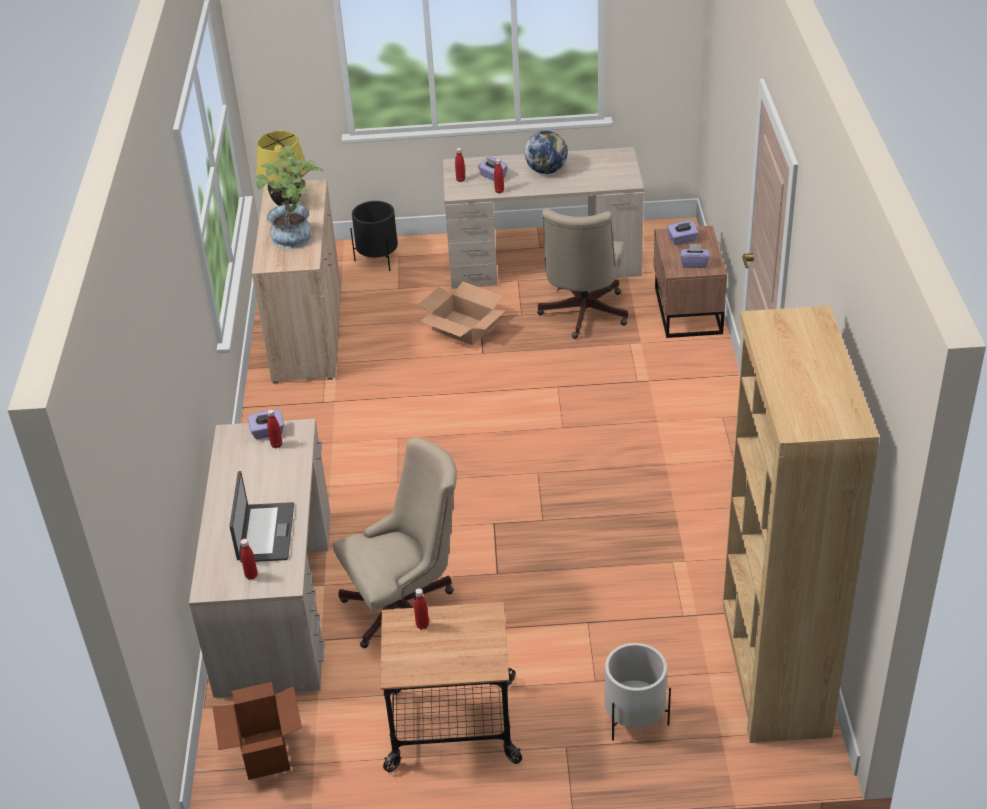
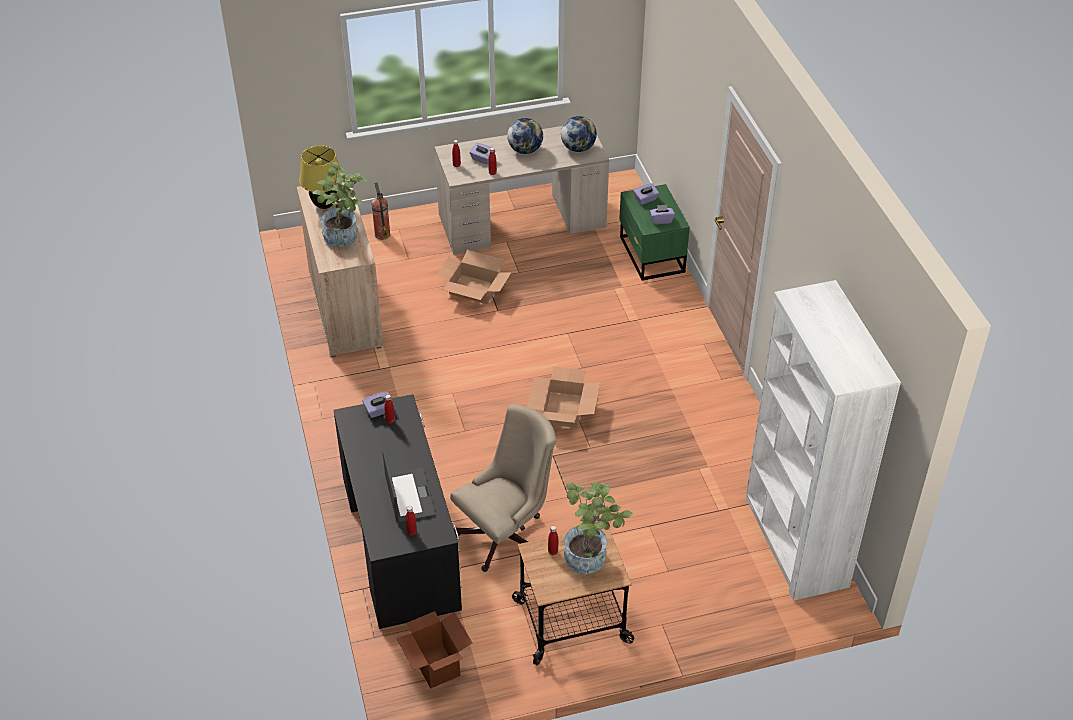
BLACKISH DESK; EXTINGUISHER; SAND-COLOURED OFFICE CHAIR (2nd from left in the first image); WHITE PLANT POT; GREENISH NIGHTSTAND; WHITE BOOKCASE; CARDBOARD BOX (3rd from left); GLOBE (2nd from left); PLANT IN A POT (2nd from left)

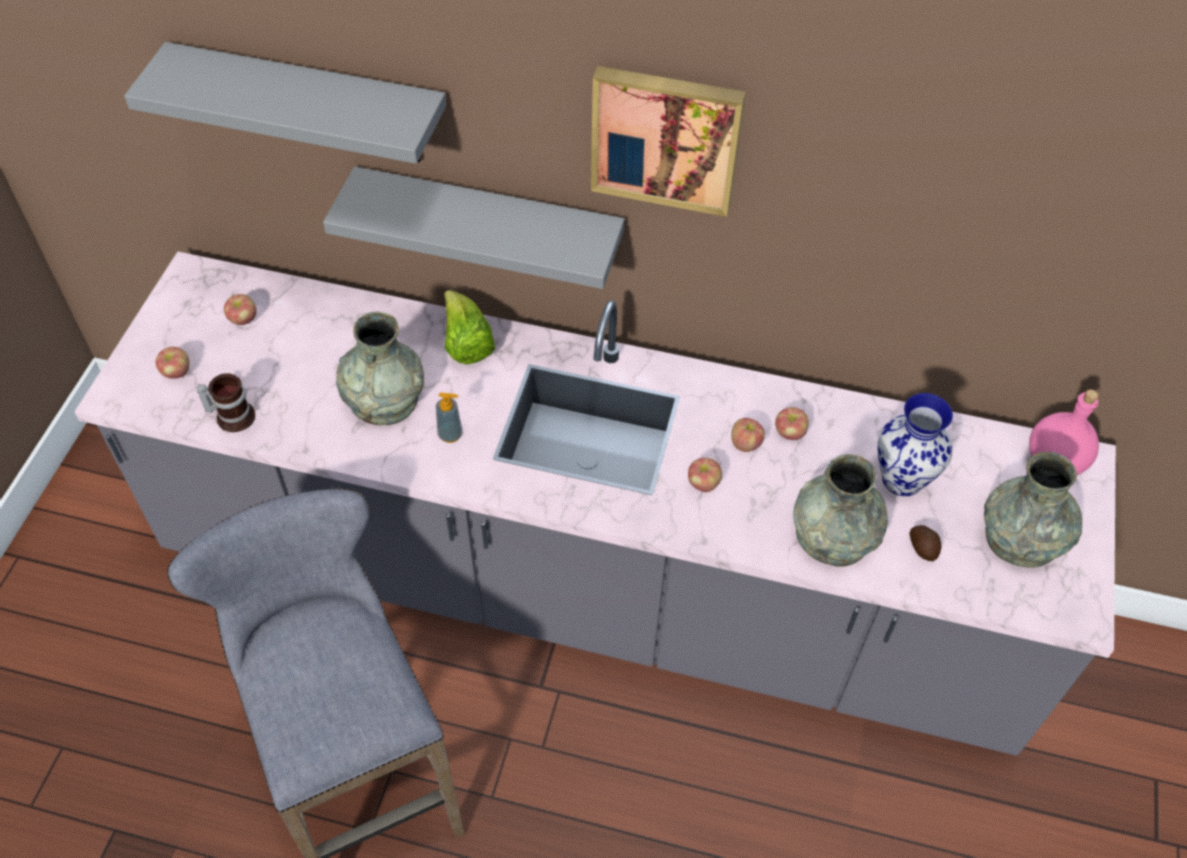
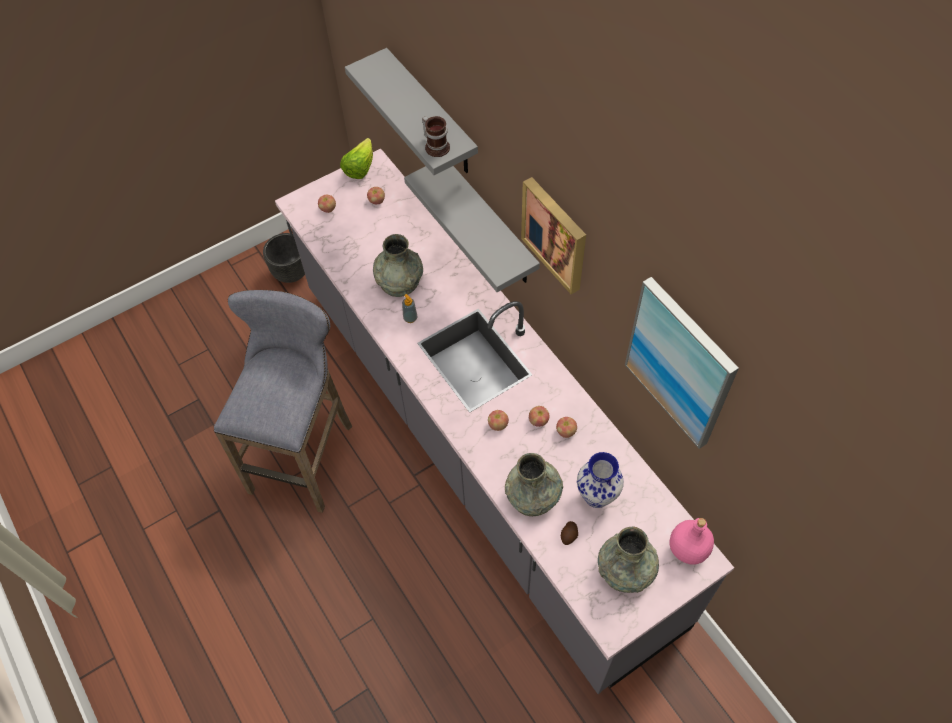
COFFEE MUG; HEAD OF LETTUCE; BLACKISH PLANT POT; PICTURE (2nd from left)

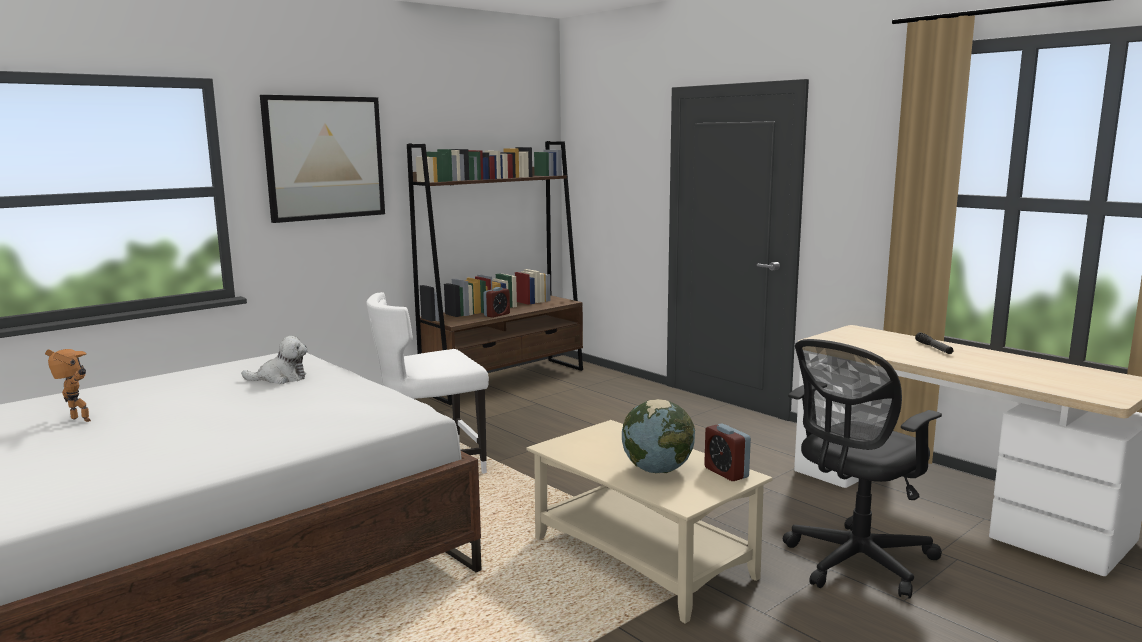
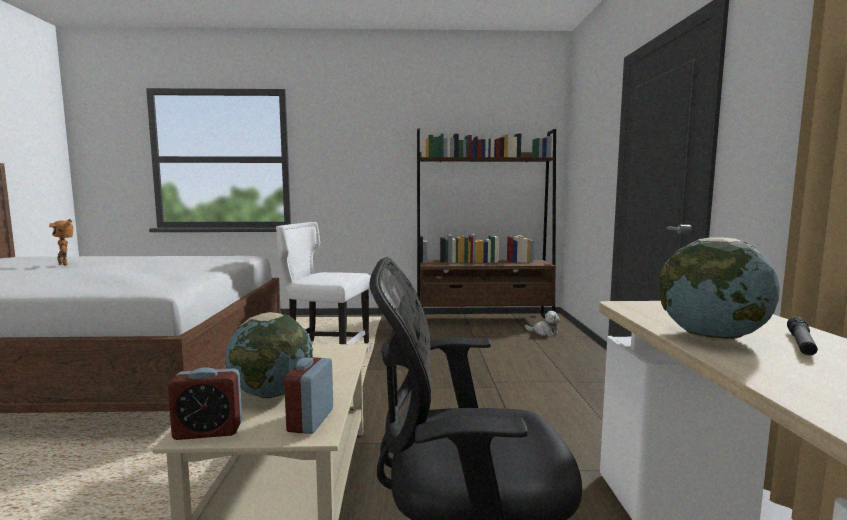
TOY ROBOT; CUDDLY TOY; PICTURE; ALARM CLOCK (1st from left); GLOBE (2nd from left)

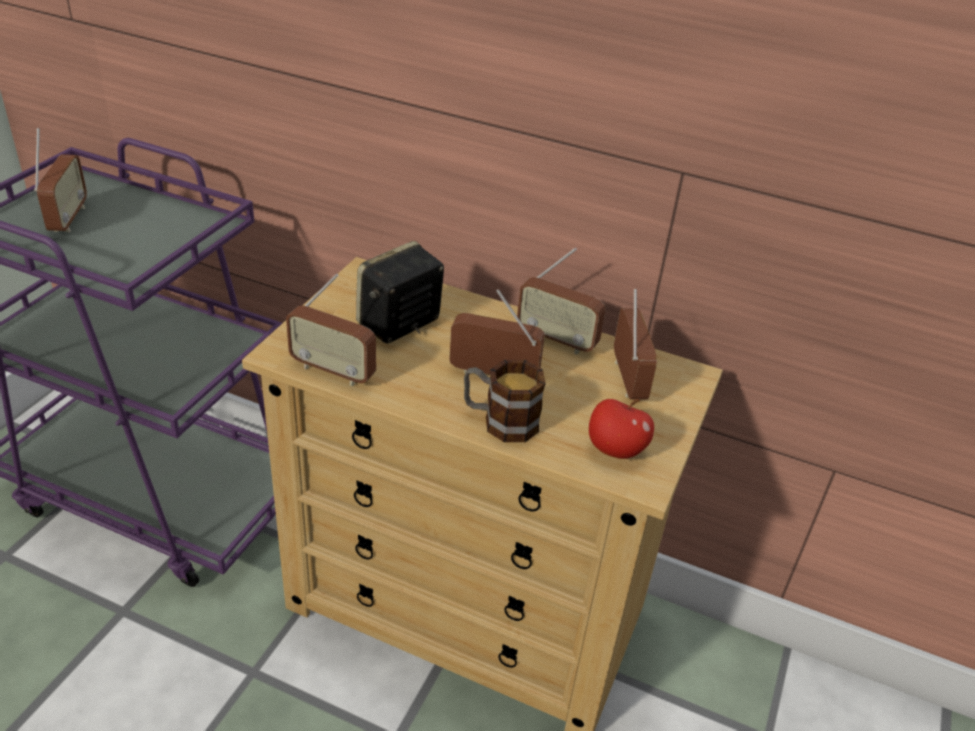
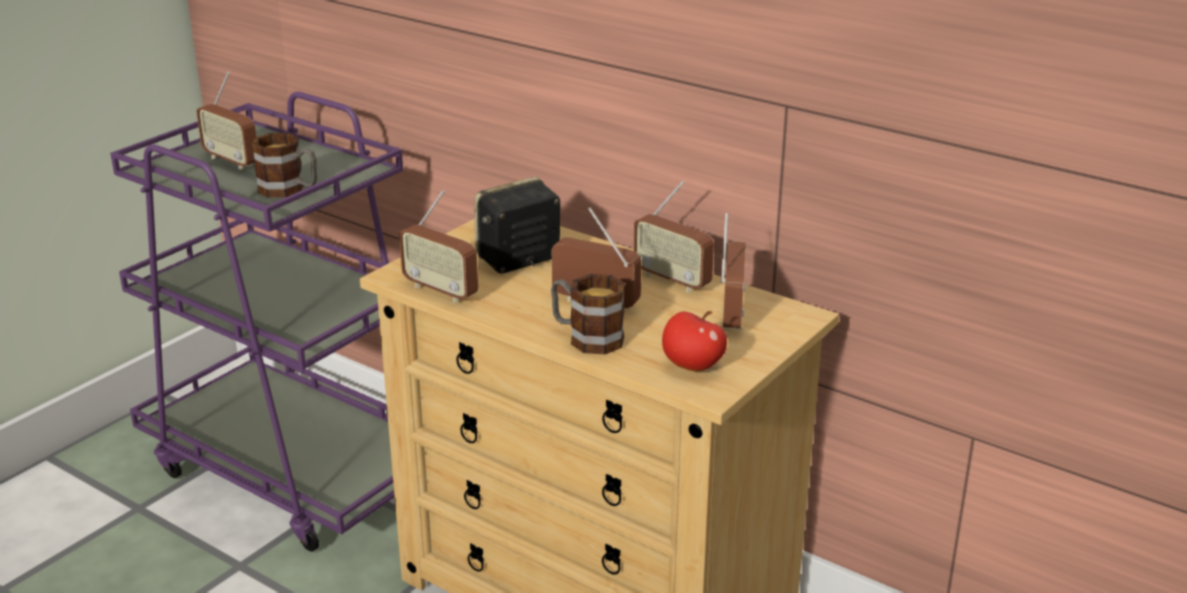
RADIO (1st from left); COFFEE MUG (1st from left)

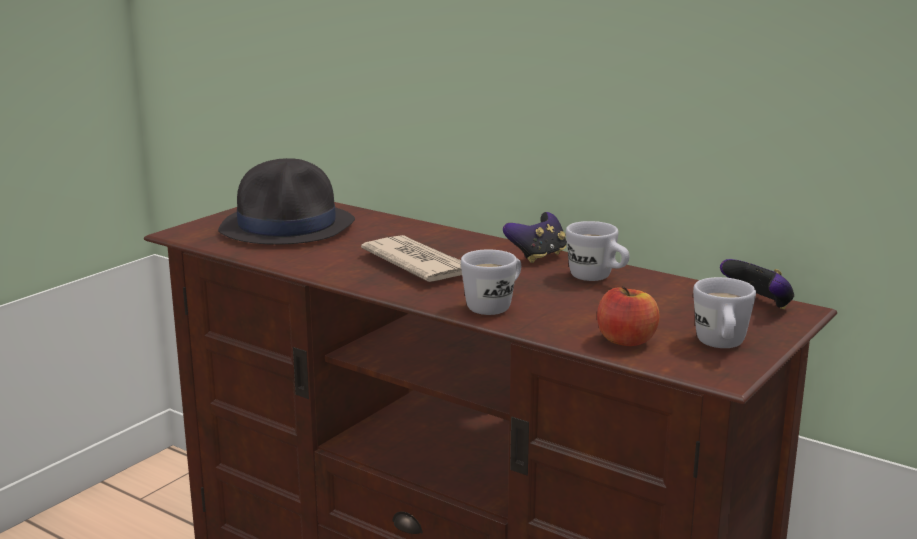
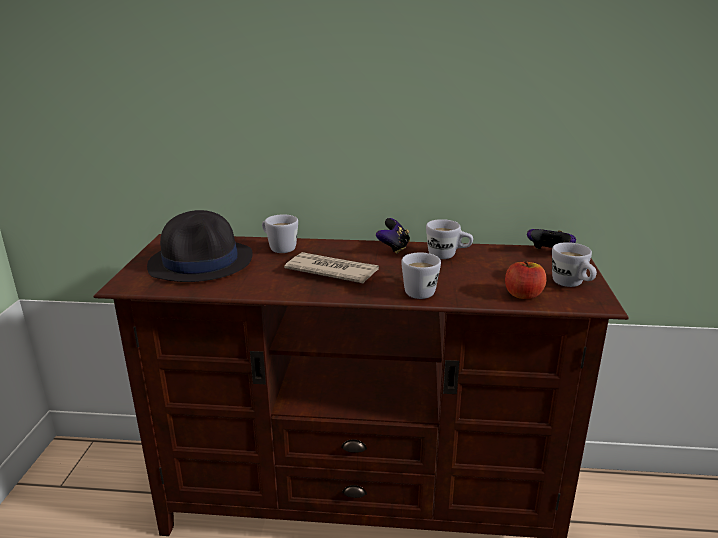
WHITE COFFEE MUG (1st from left)

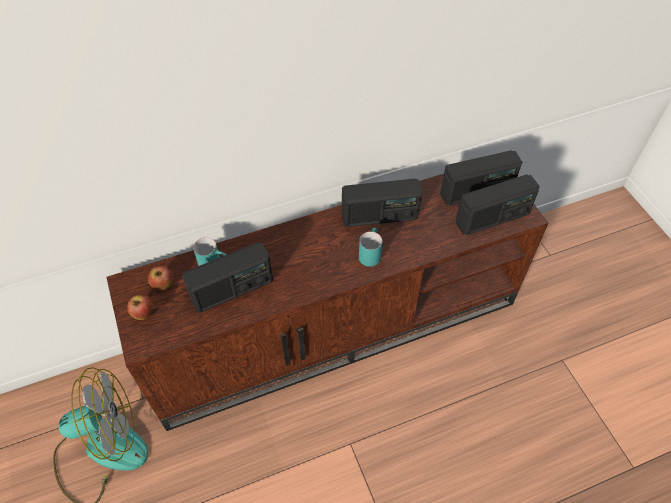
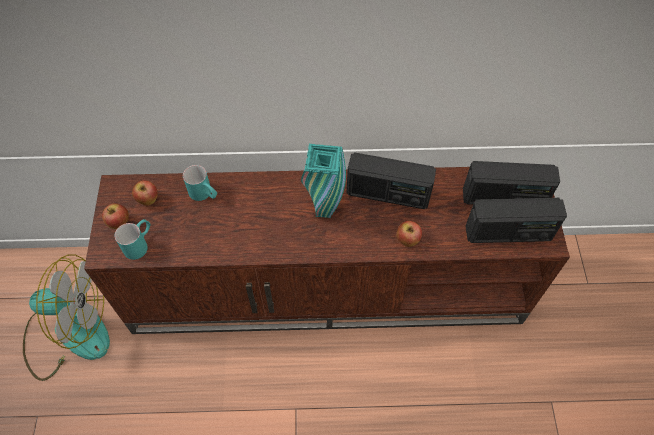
RADIO (1st from left in the first image); BLUE-GREEN COFFEE MUG (1st from left); BLUE-GREEN FLOWER VASE; WHOLE APPLE (3rd from left)

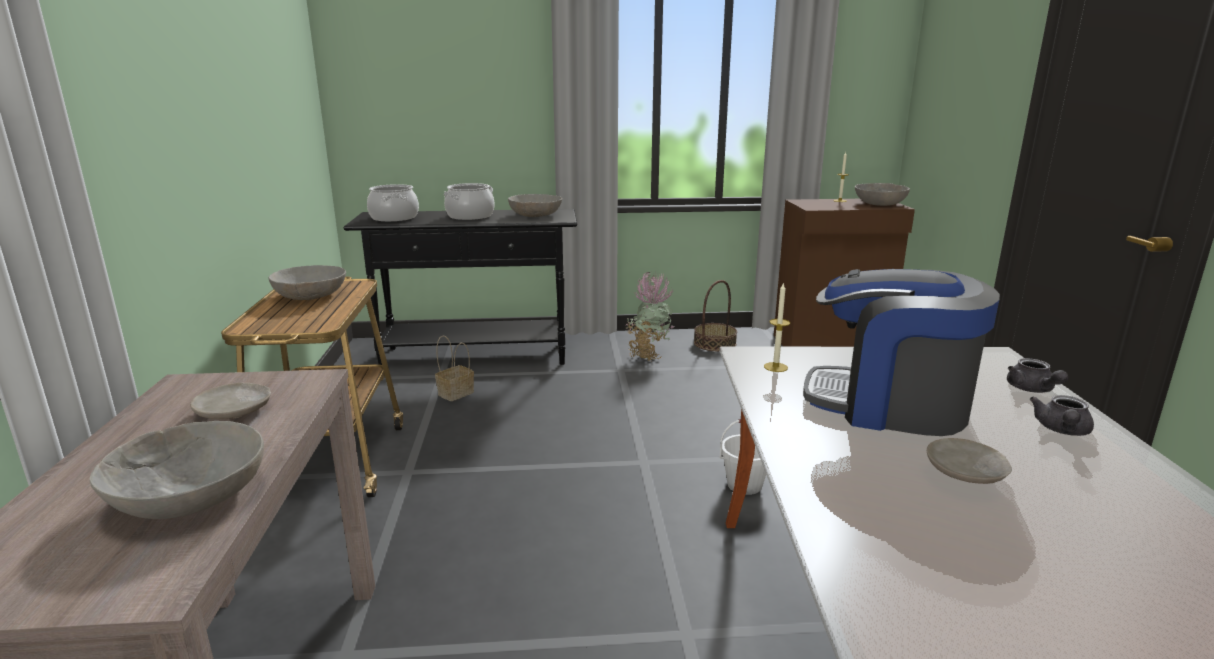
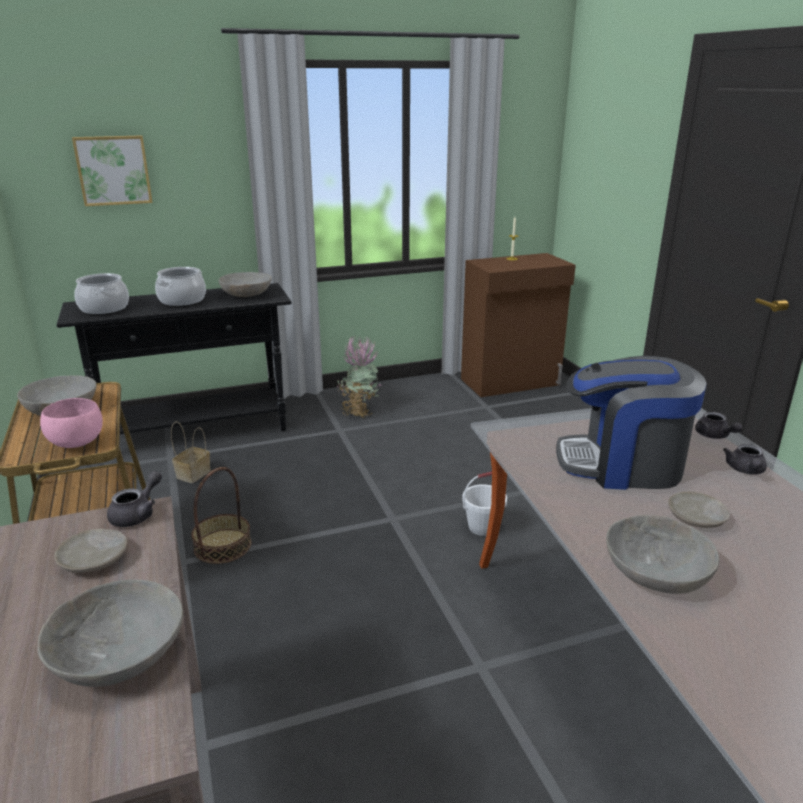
STORAGE BASKET (2nd from left); CANDLE (1st from left in the first image); GRAY DEEP DISH (4th from left); PINK DEEP DISH; PICTURE; GRAY TEA POT (1st from left)

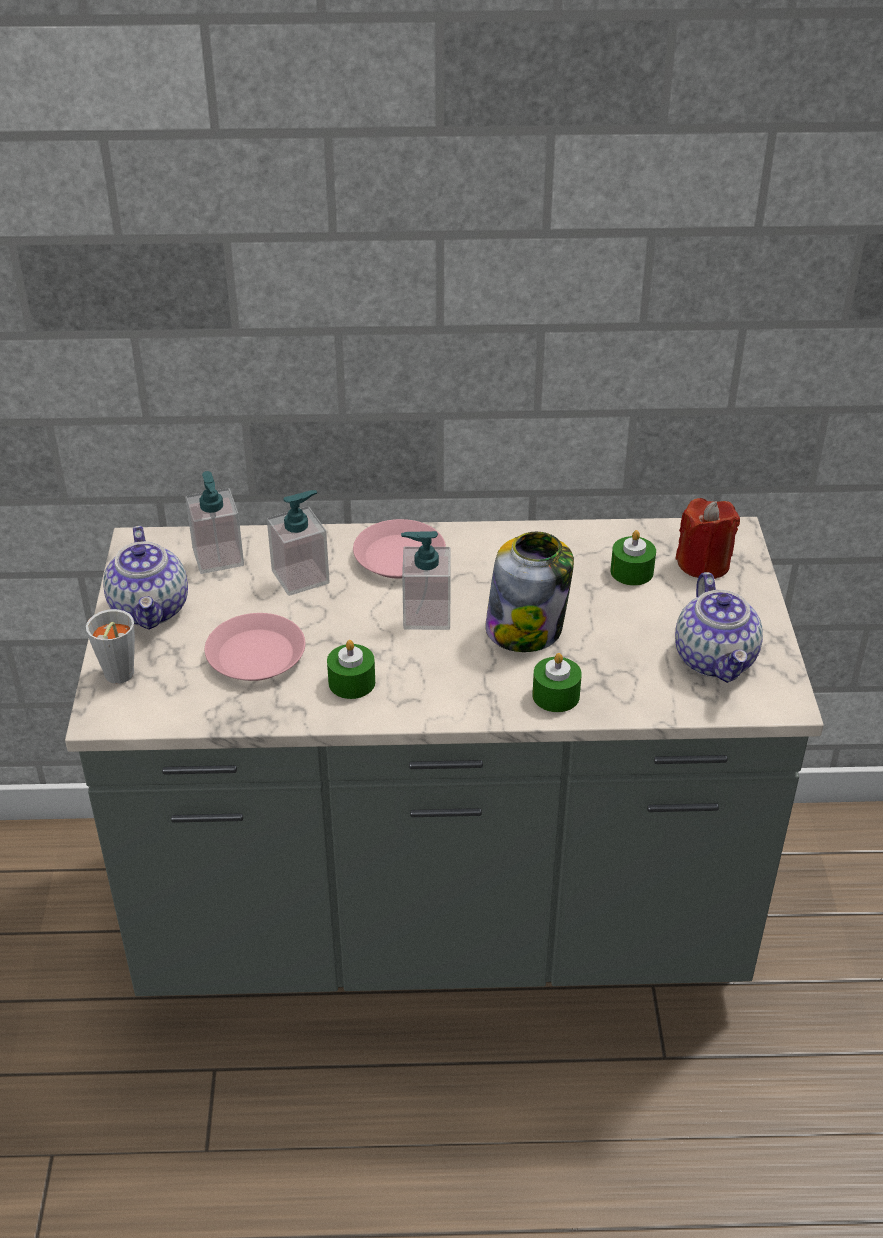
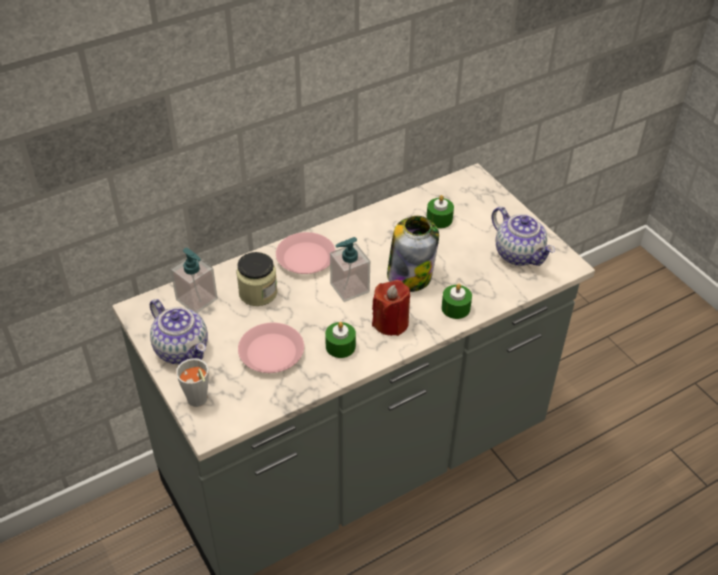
PRESERVE JAR (1st from left); RED CANDLE

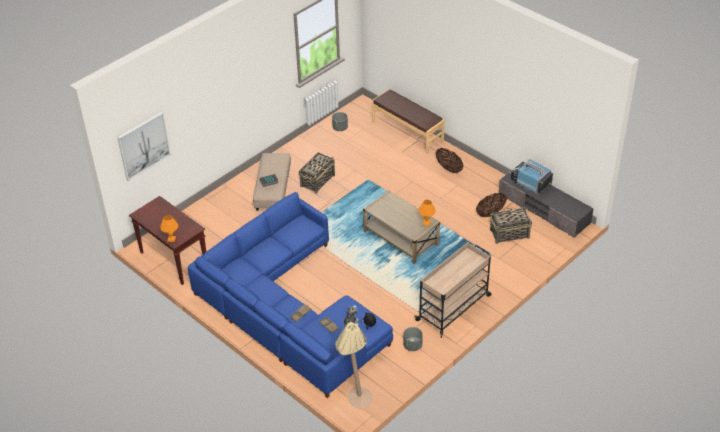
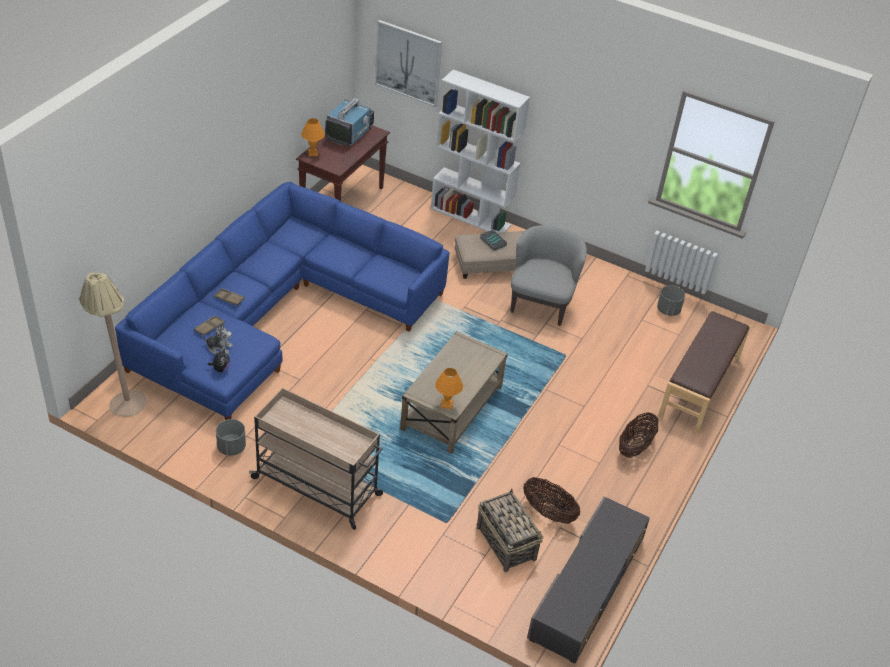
GRAY EASY CHAIR; TELEVISION; WHITE BOOKCASE

